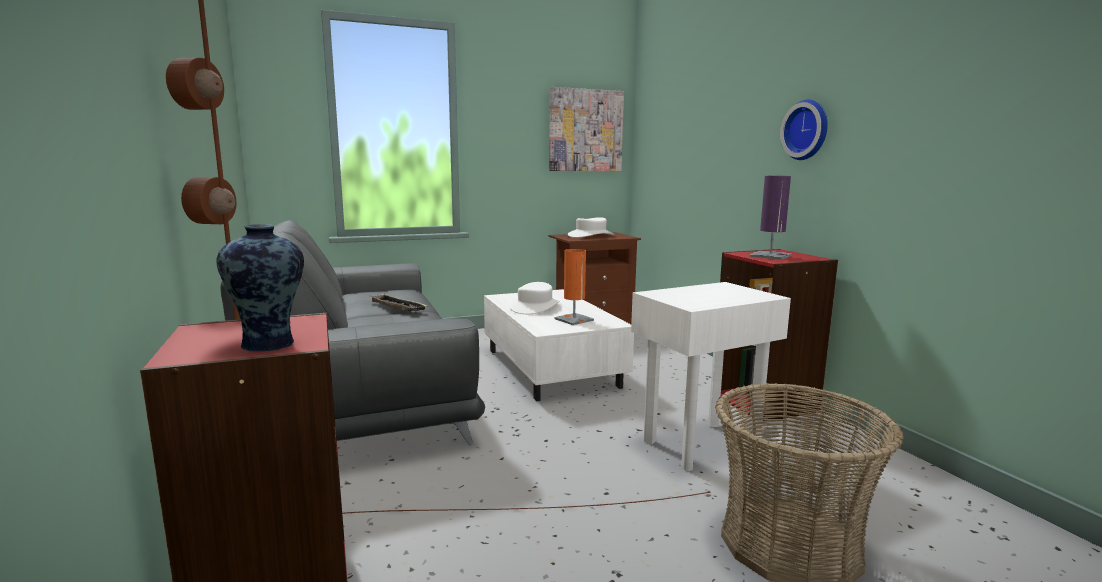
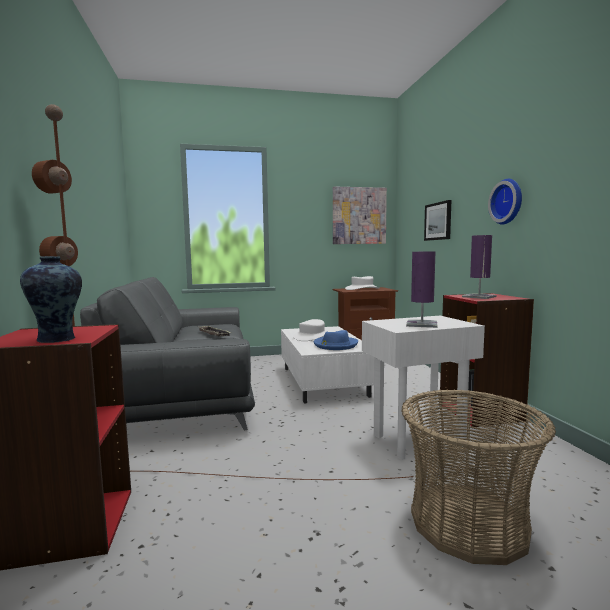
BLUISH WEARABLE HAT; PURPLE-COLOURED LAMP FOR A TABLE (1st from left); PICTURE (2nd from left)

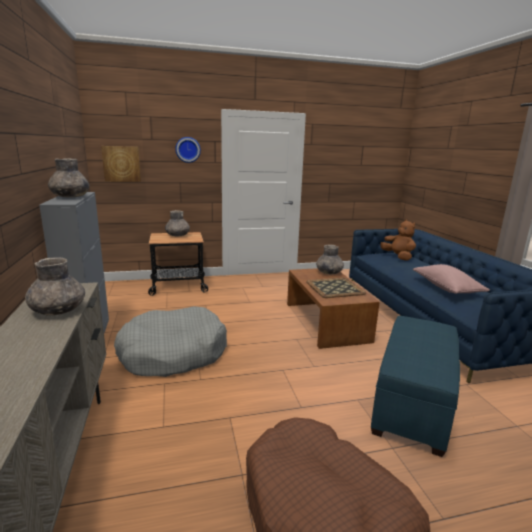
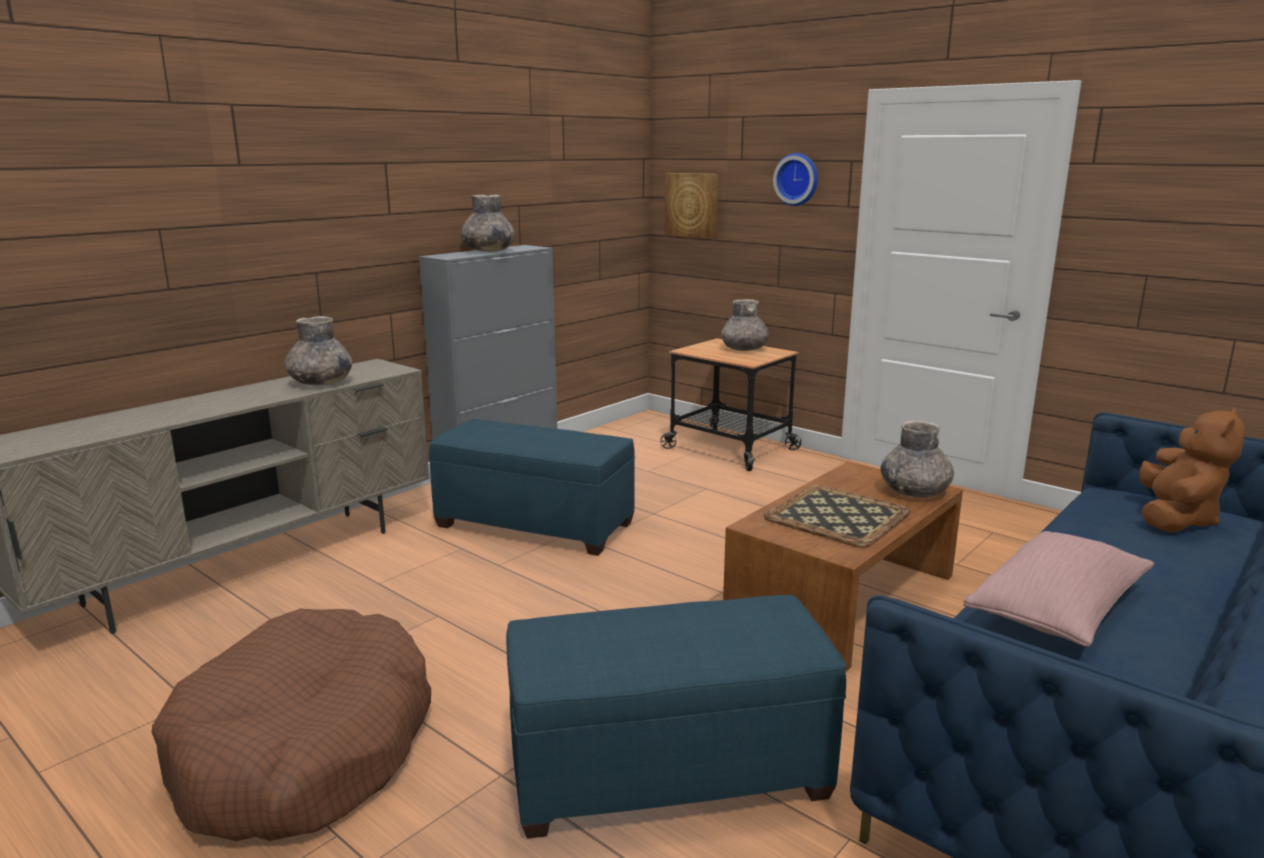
BLUISH FOOTREST (1st from left)

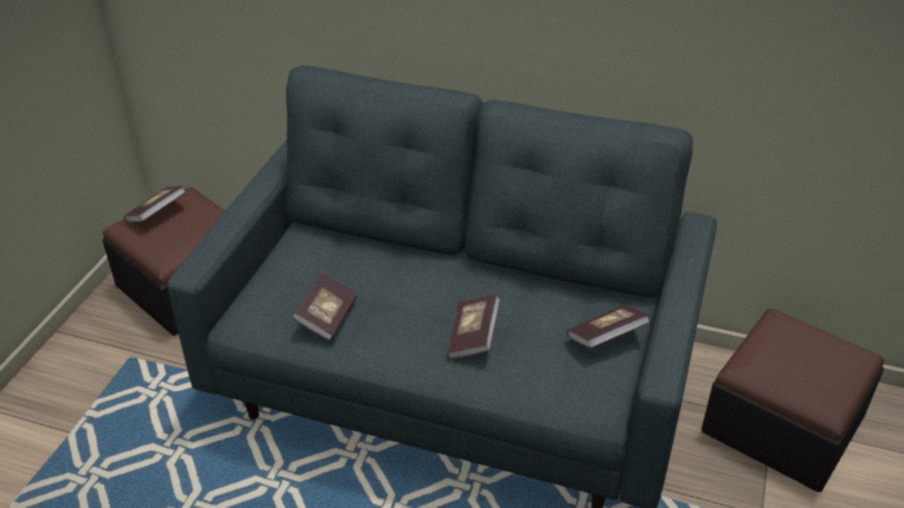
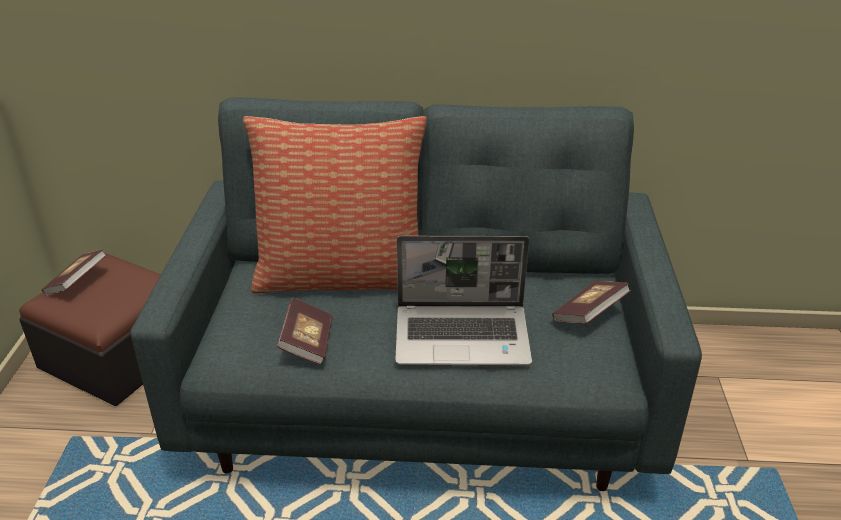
LAPTOP; FOOTREST (2nd from left in the first image); CUSHION

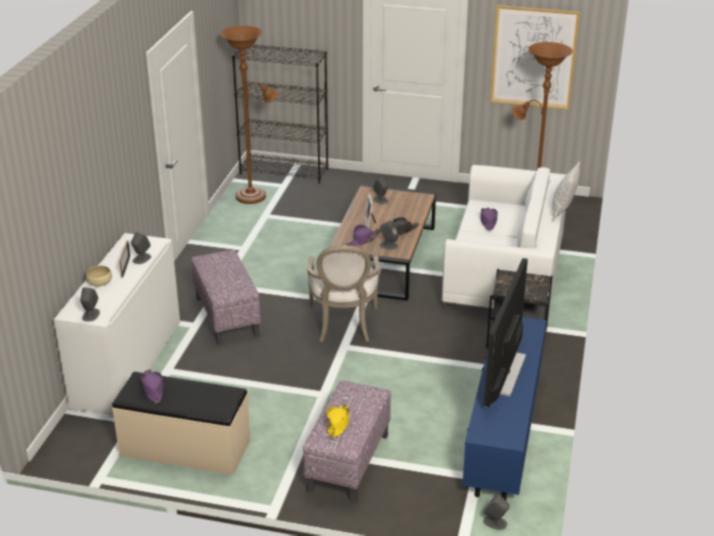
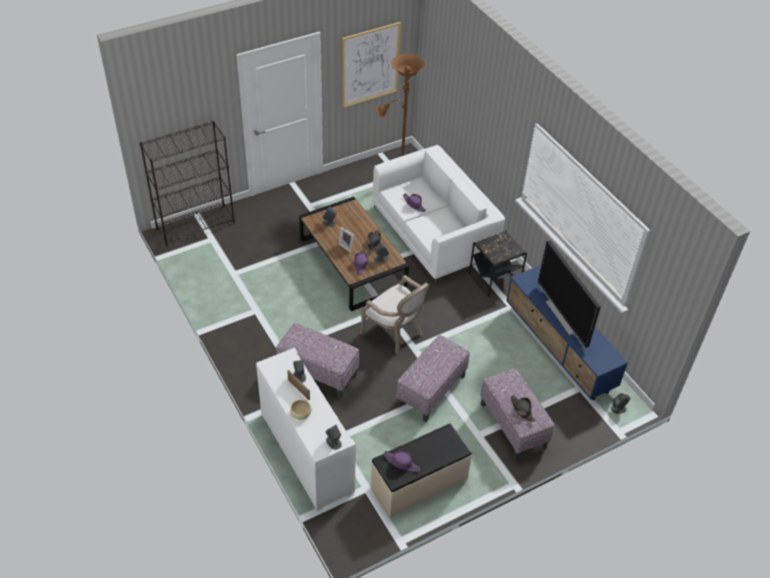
BROWNISH STANDING LAMP (1st from left in the first image); BLACKISH WEARABLE HAT (2nd from left); CUSHION; FOOTREST (2nd from left)

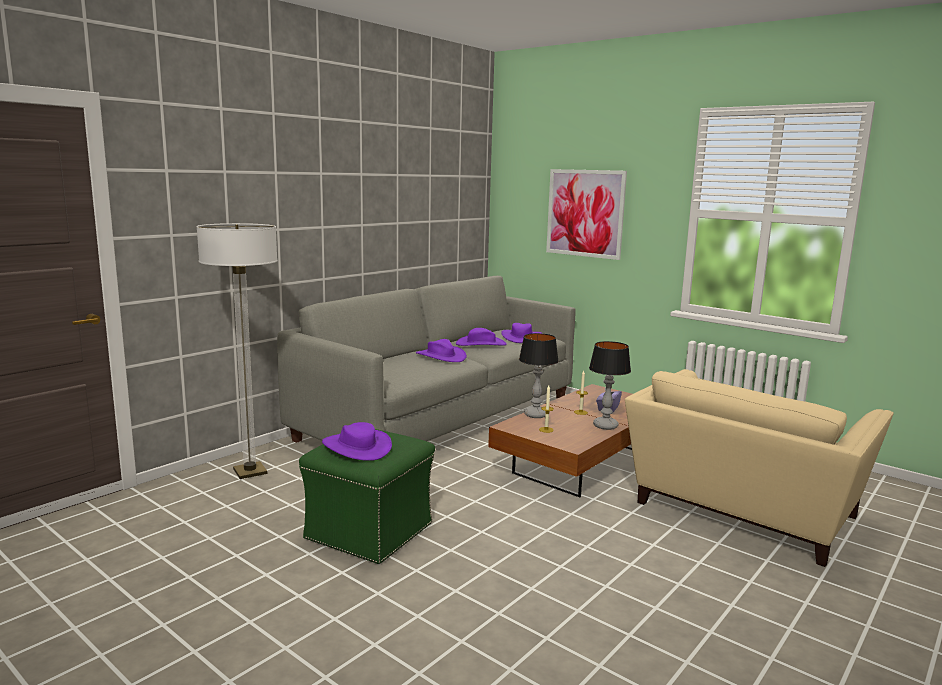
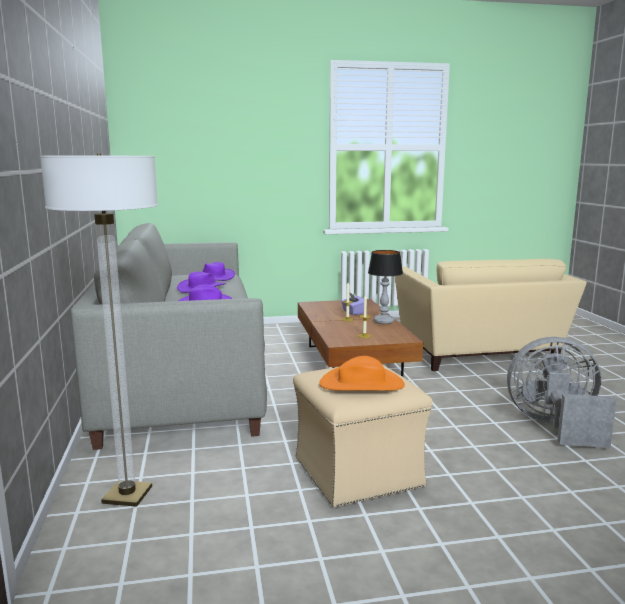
SAND-COLOURED FOOTREST; ORANGEY WEARABLE HAT; LAMP FOR A TABLE (1st from left in the first image); PICTURE; GRAY FAN

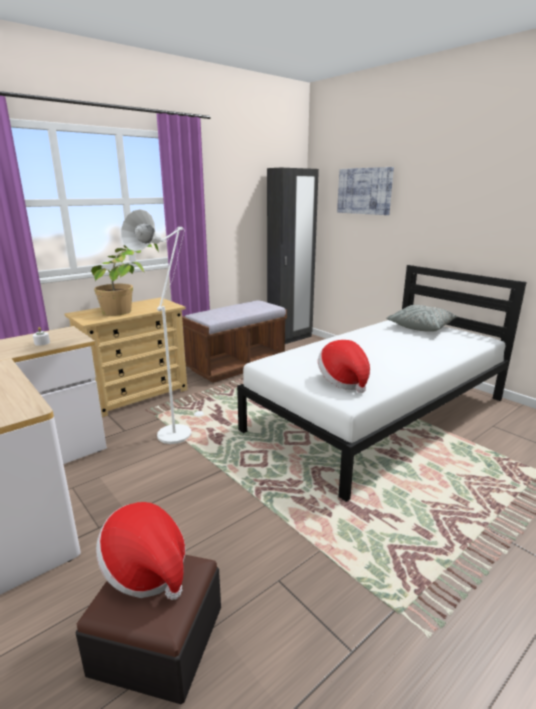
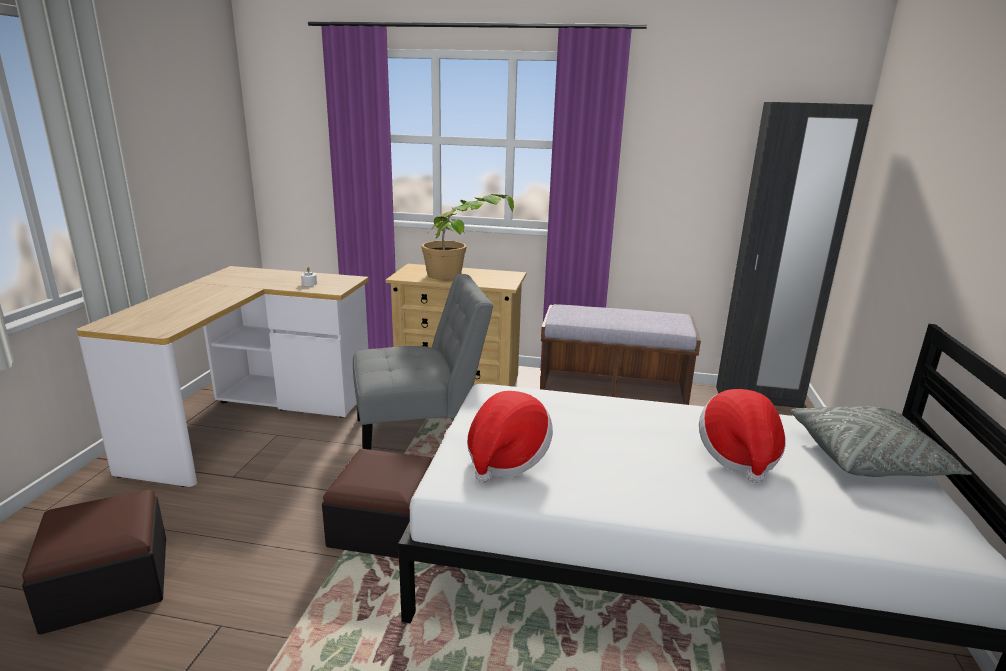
WEARABLE HAT (2nd from left); GRAY CHAIR; PICTURE; FOOTREST (2nd from left)

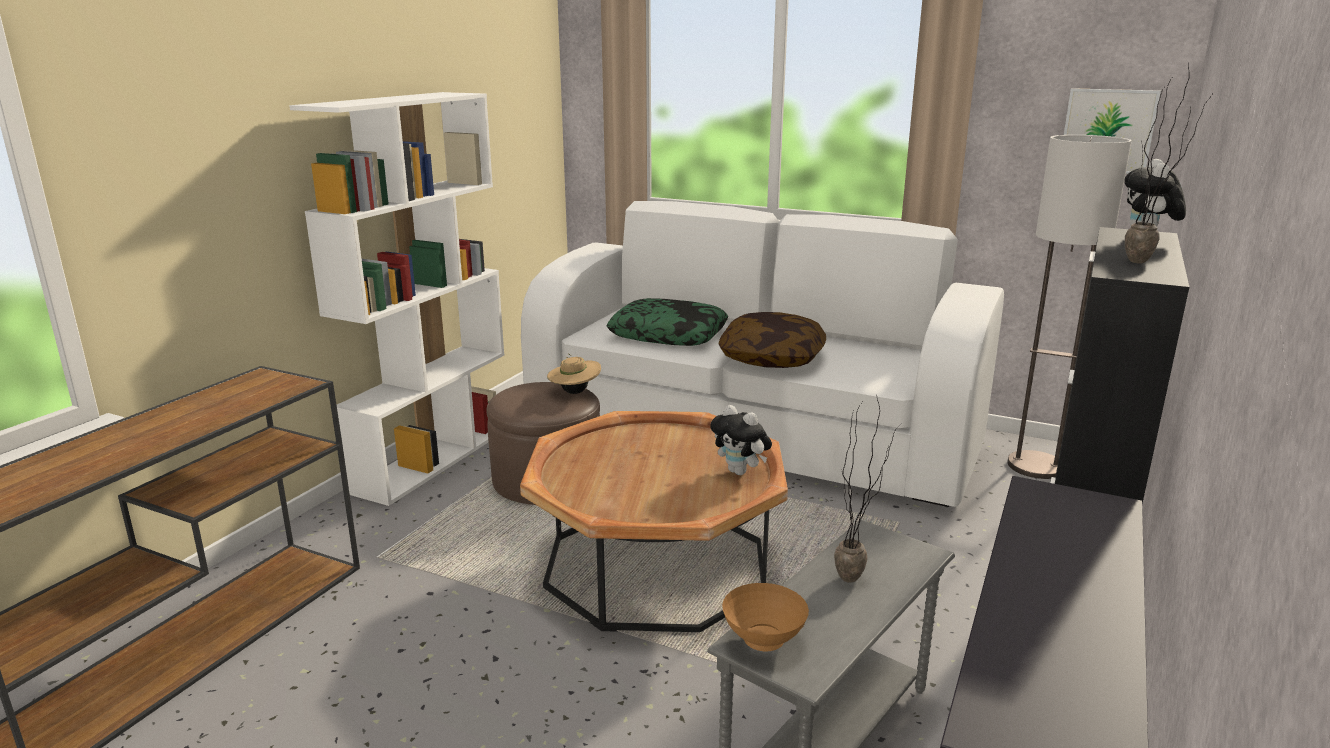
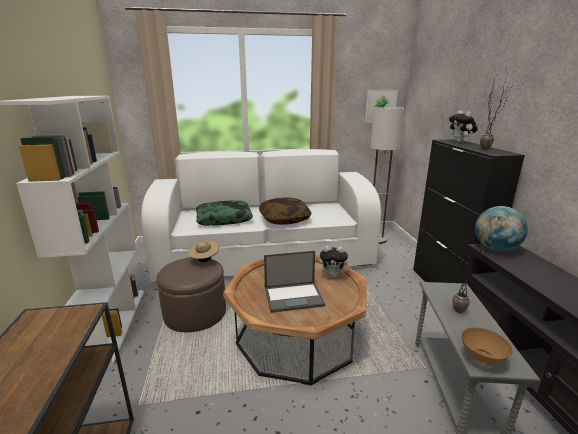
LAPTOP; GLOBE

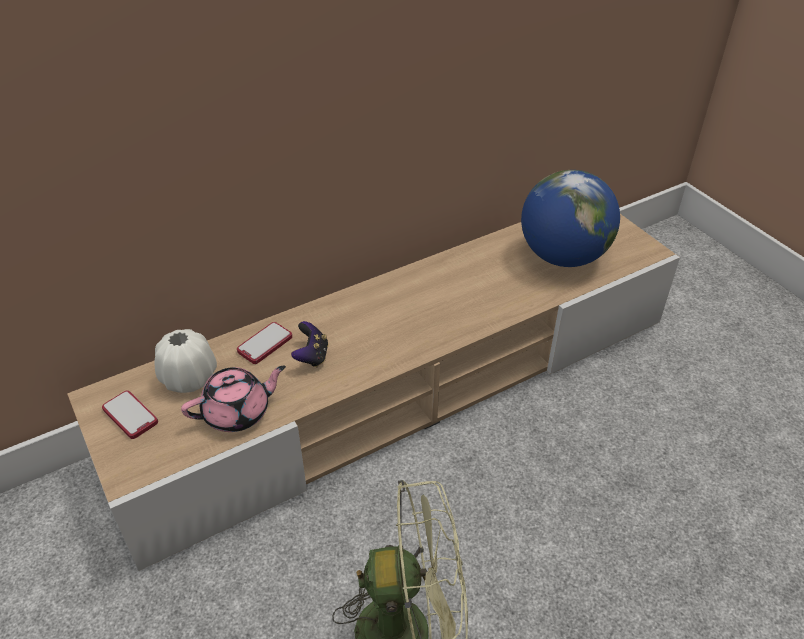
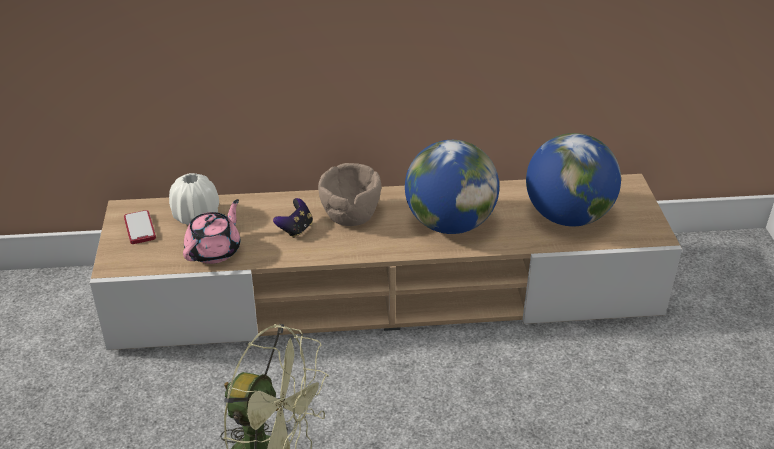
PINK TEA POT; HANDSET (2nd from left in the first image); BROWNISH DEEP DISH; GLOBE (1st from left)

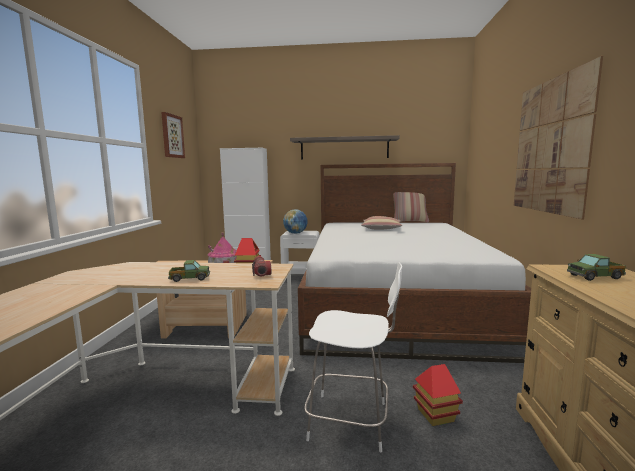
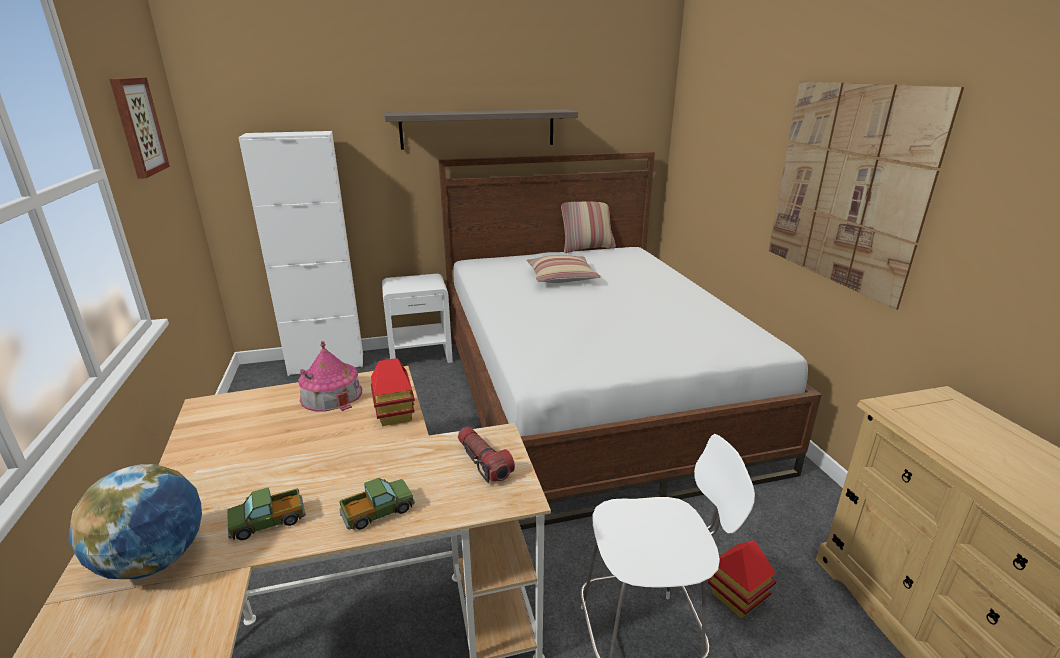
GLOBE; TOY TRUCK (1st from left)

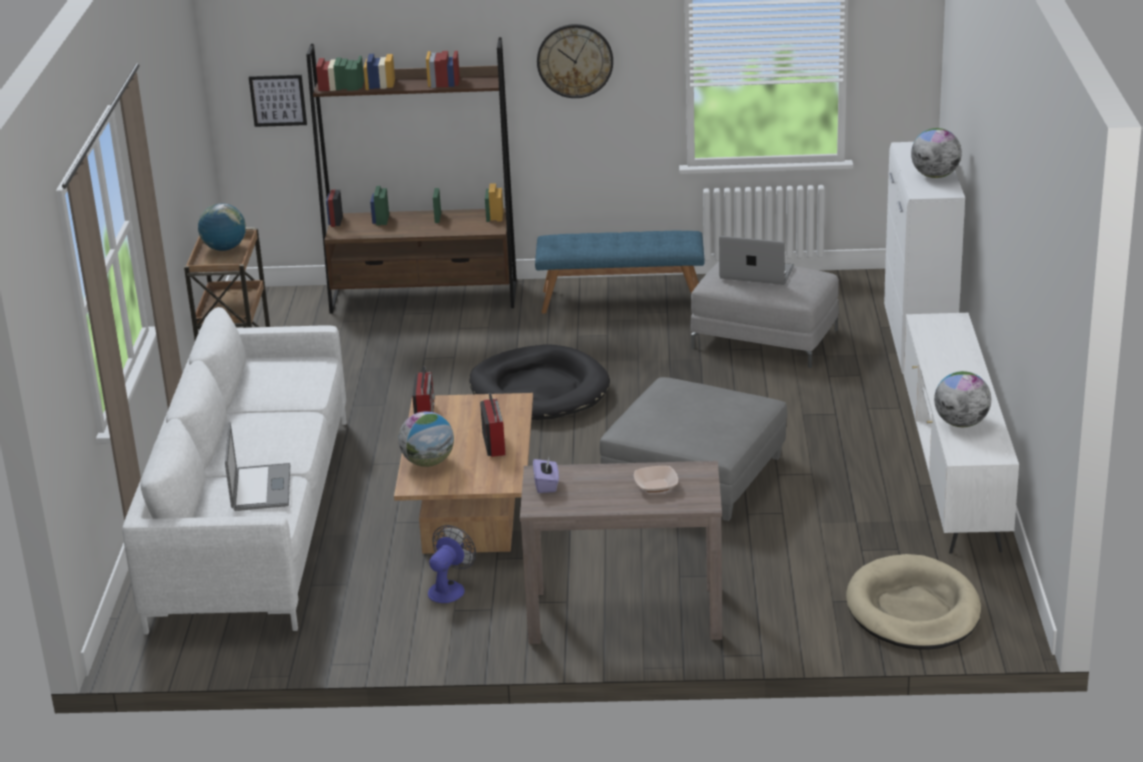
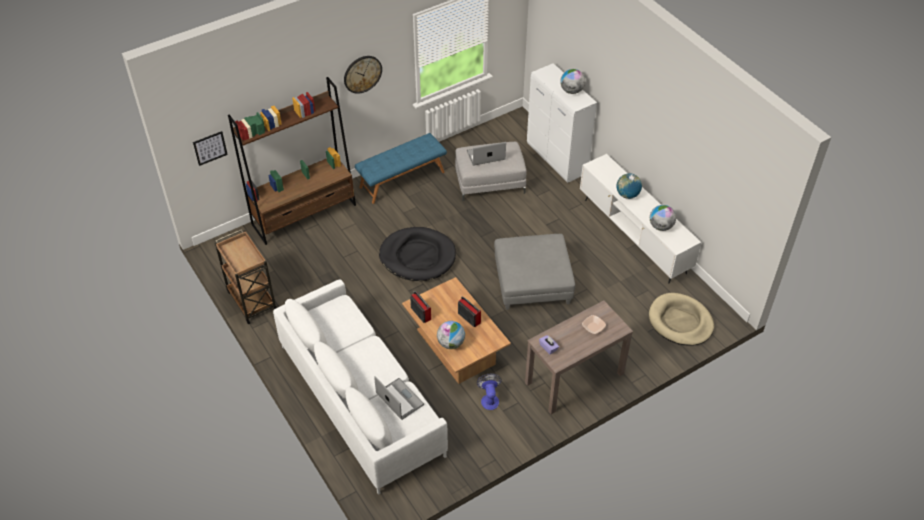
GLOBE (3rd from left)

